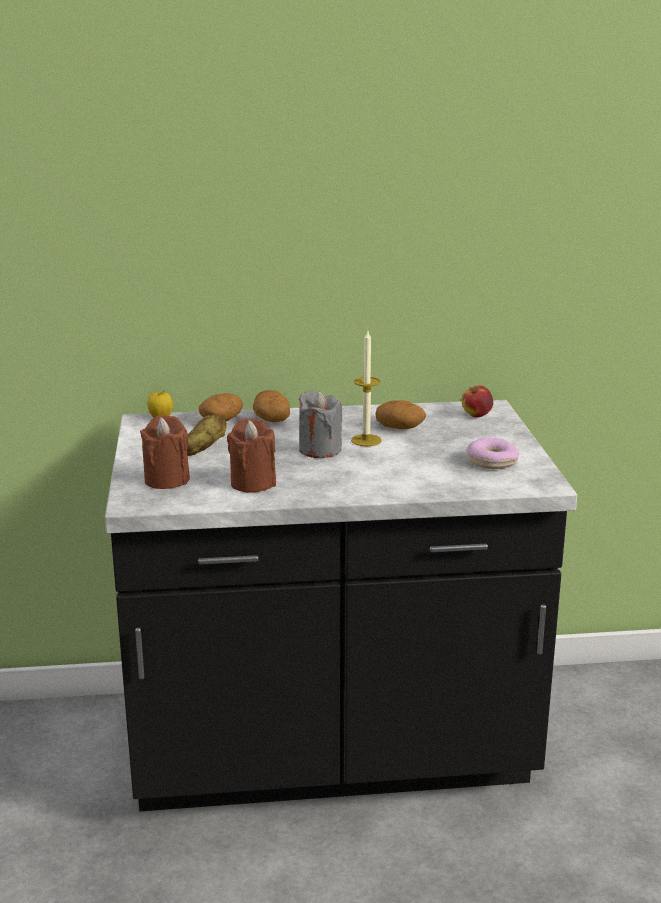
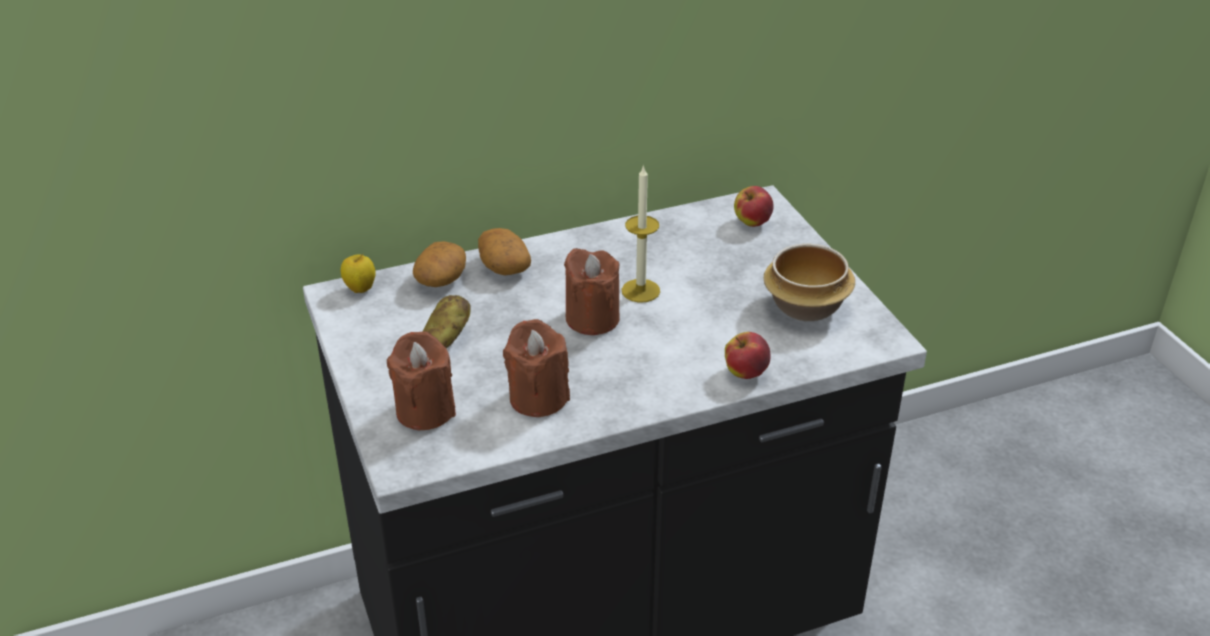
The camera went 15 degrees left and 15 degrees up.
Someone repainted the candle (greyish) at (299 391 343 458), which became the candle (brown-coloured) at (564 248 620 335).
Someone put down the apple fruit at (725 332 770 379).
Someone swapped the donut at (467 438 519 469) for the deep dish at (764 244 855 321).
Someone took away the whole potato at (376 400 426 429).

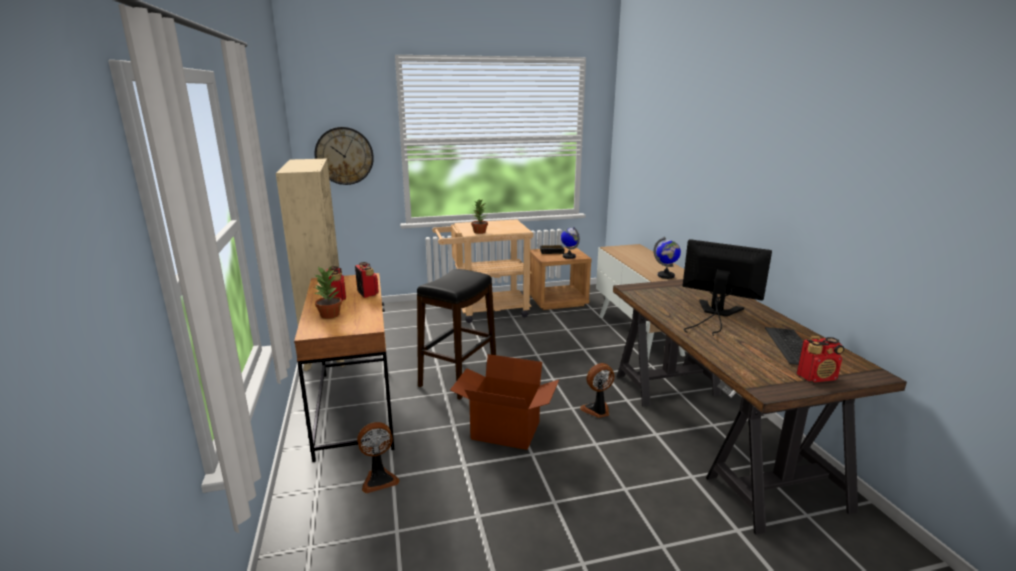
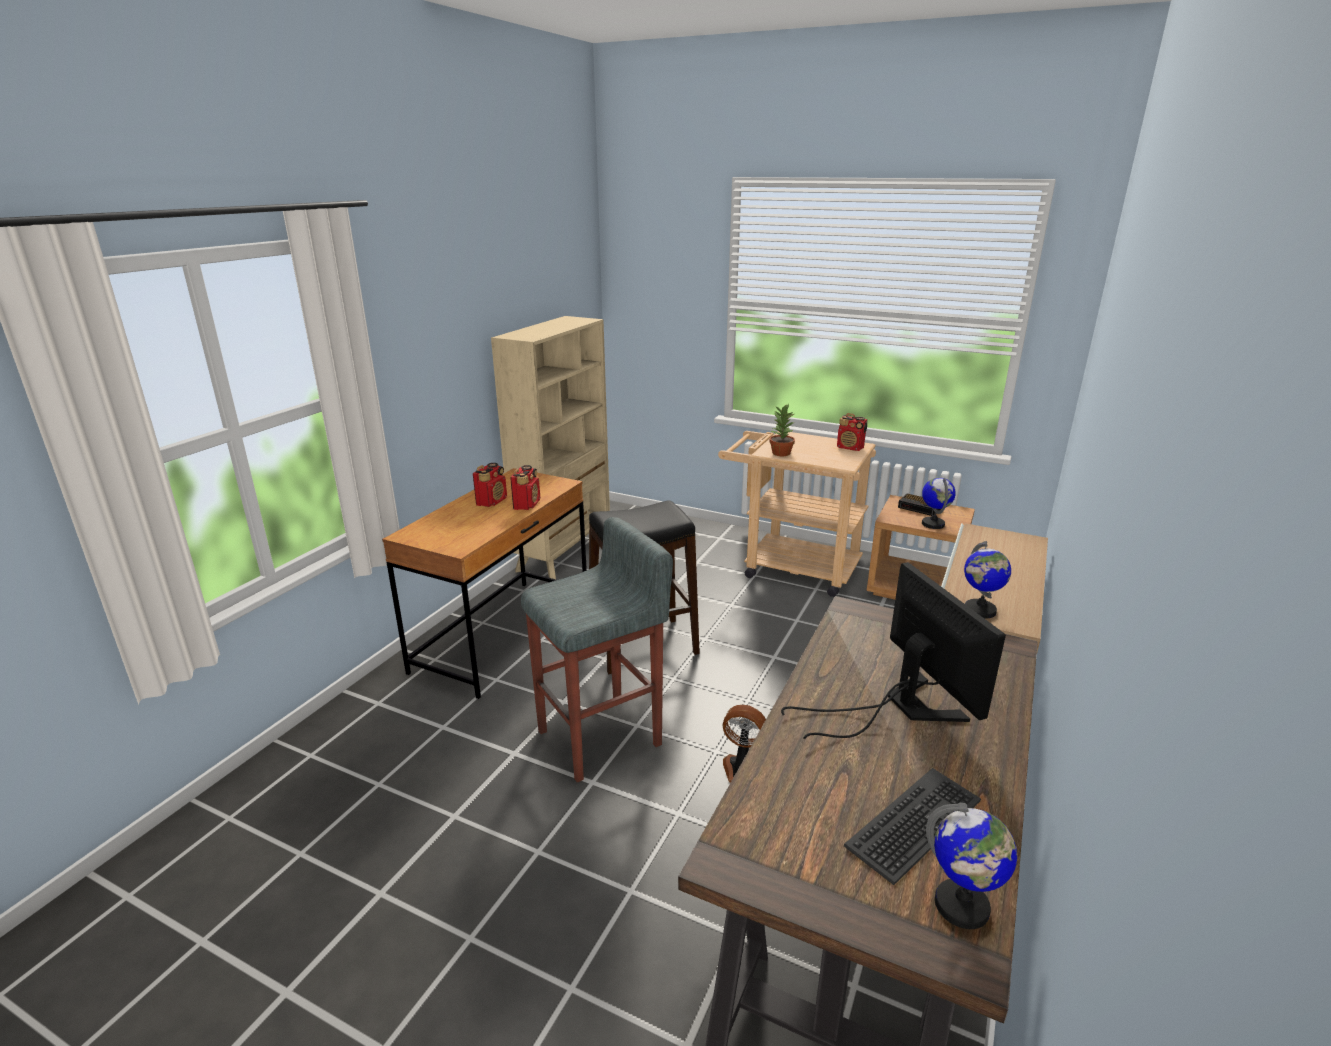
The camera went 40 degrees right and 5 degrees up.
Someone swapped the cardboard box at (450 354 559 450) for the stool (greyish) at (521 517 673 783).
Someone carried the radio from (797 336 844 382) to (837 413 867 451).
Someone put down the desk globe at (926 803 1017 929).
Someone took away the hanging clock at (314 127 374 185).
Someone took away the potted plant at (314 267 342 319).
Someone took away the fan at (357 422 400 494).

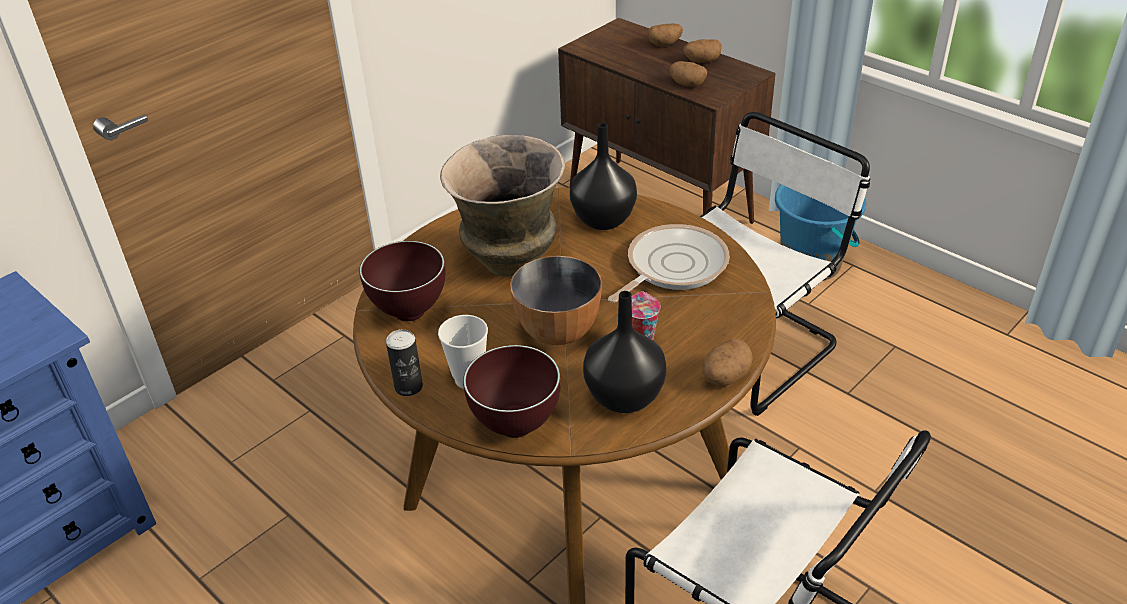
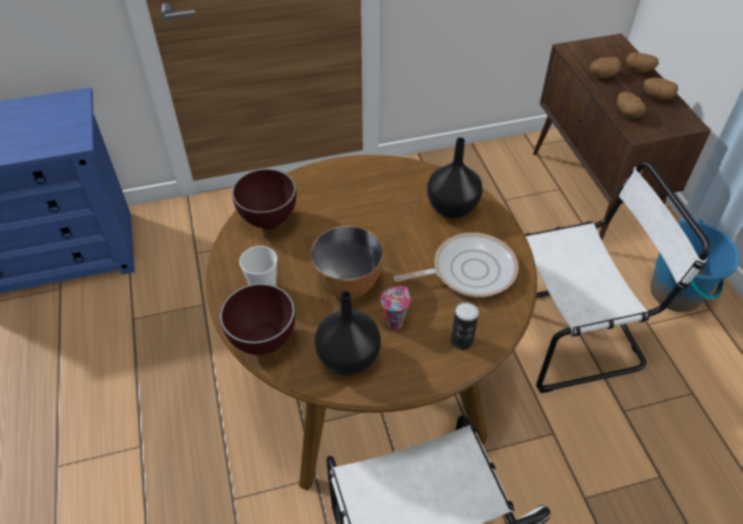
The camera went 30 degrees right and 10 degrees up.
Someone carried the sealed can from (386 329 423 396) to (451 302 479 350).
Someone carried the whole potato from (703 338 753 387) to (590 57 621 78).
Someone took away the vase at (440 135 565 277).

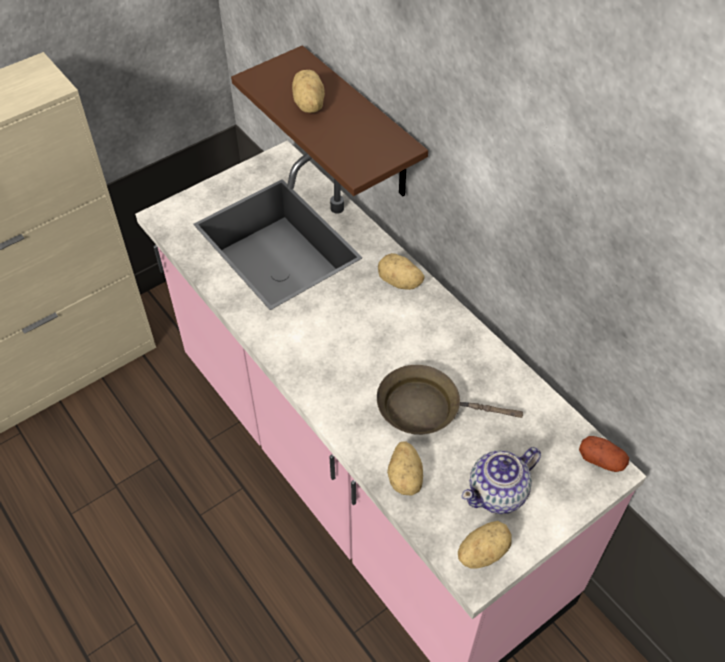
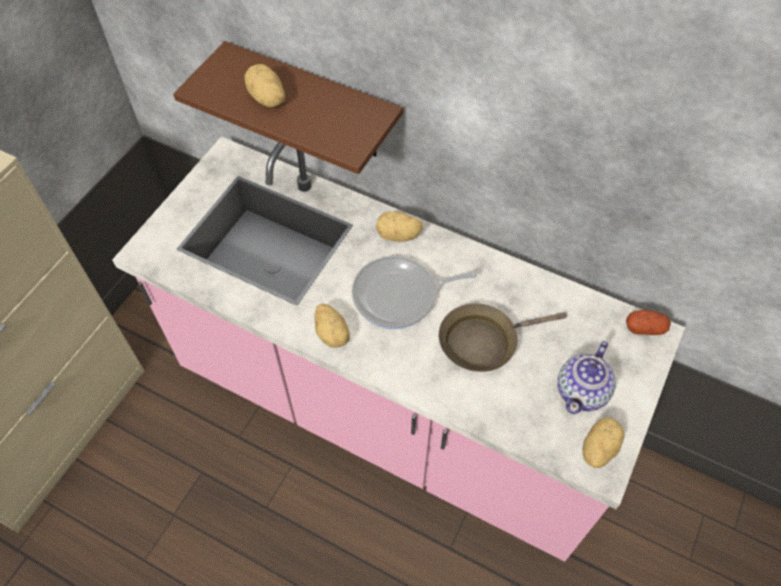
The camera went 25 degrees left and 5 degrees up.
Someone carried the whole potato from (387 441 423 496) to (315 304 350 348).
Someone put down the frying pan at (352 256 477 329).

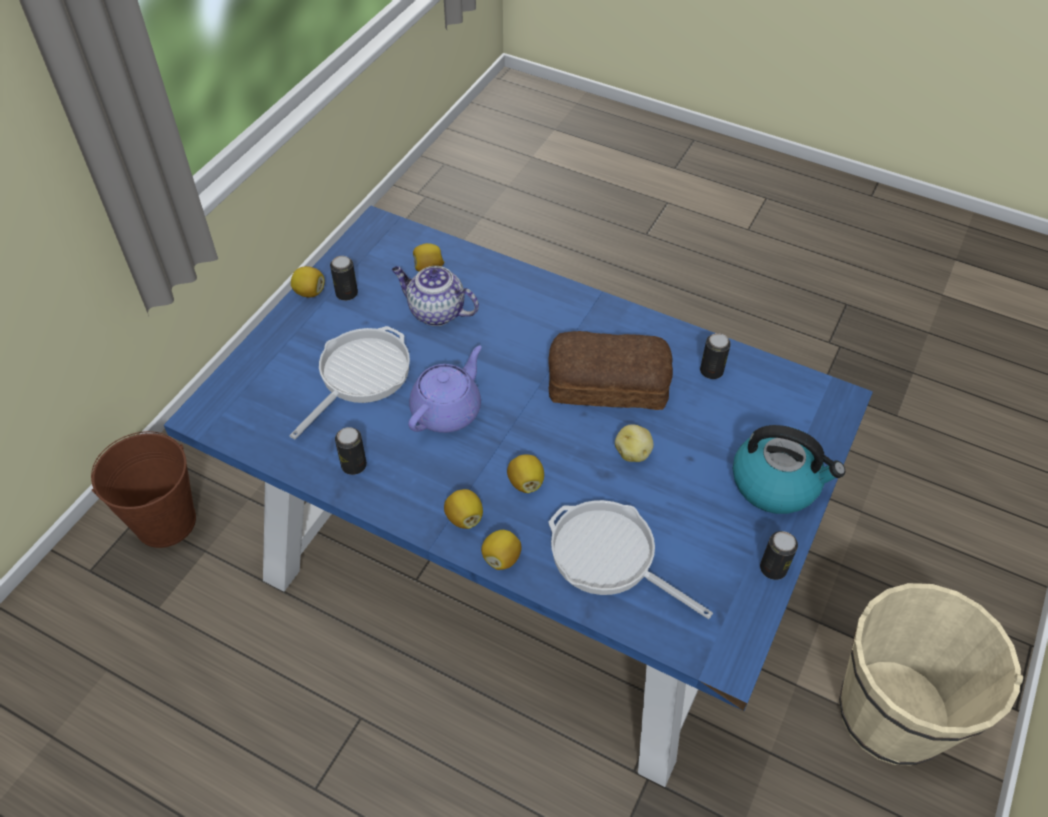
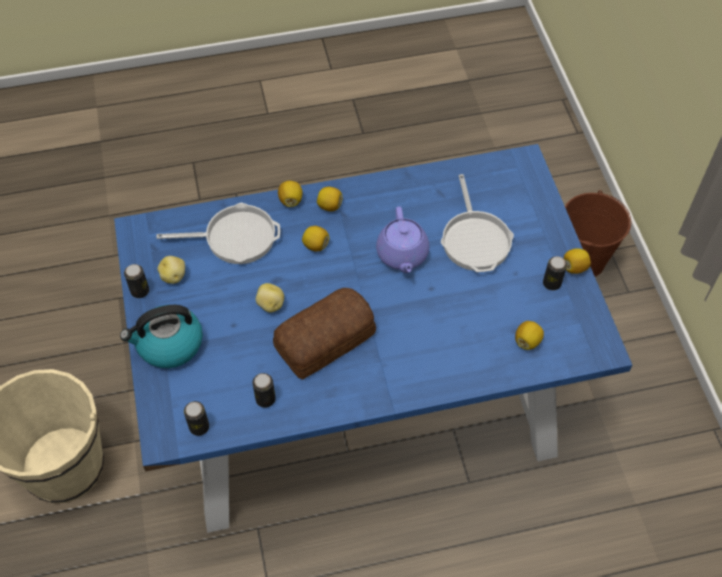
The camera went 140 degrees right and 5 degrees up.
Someone put down the whole potato at (157 256 185 284).
Someone carried the sealed can from (335 427 367 475) to (184 401 209 436).
Someone took away the pot for tea at (392 266 479 326).

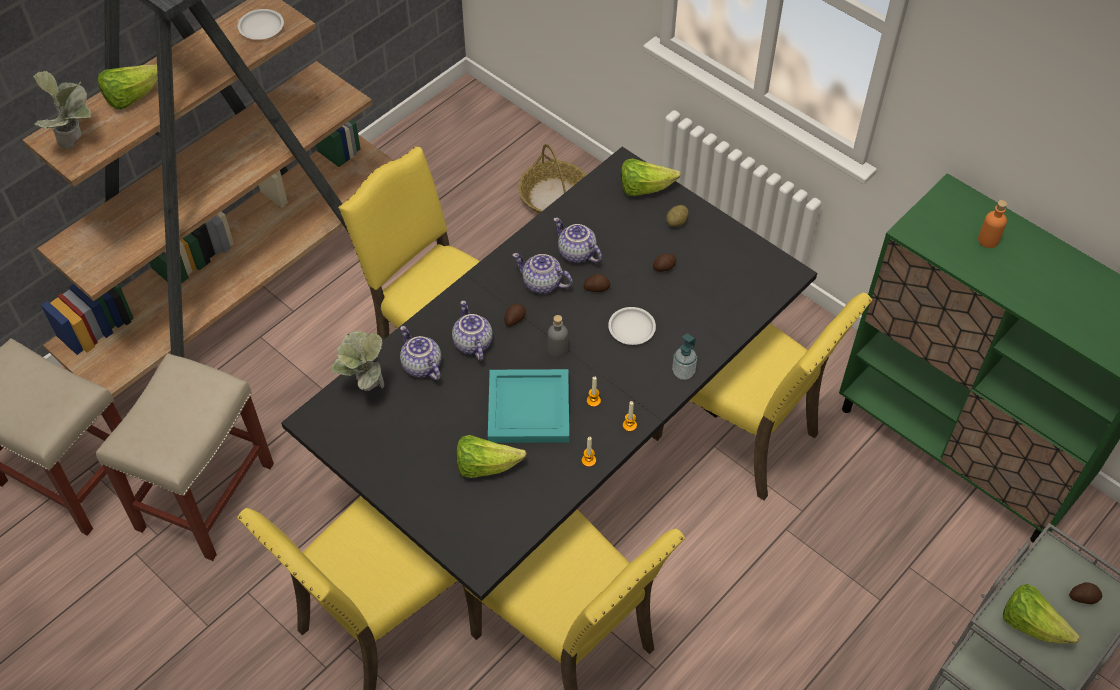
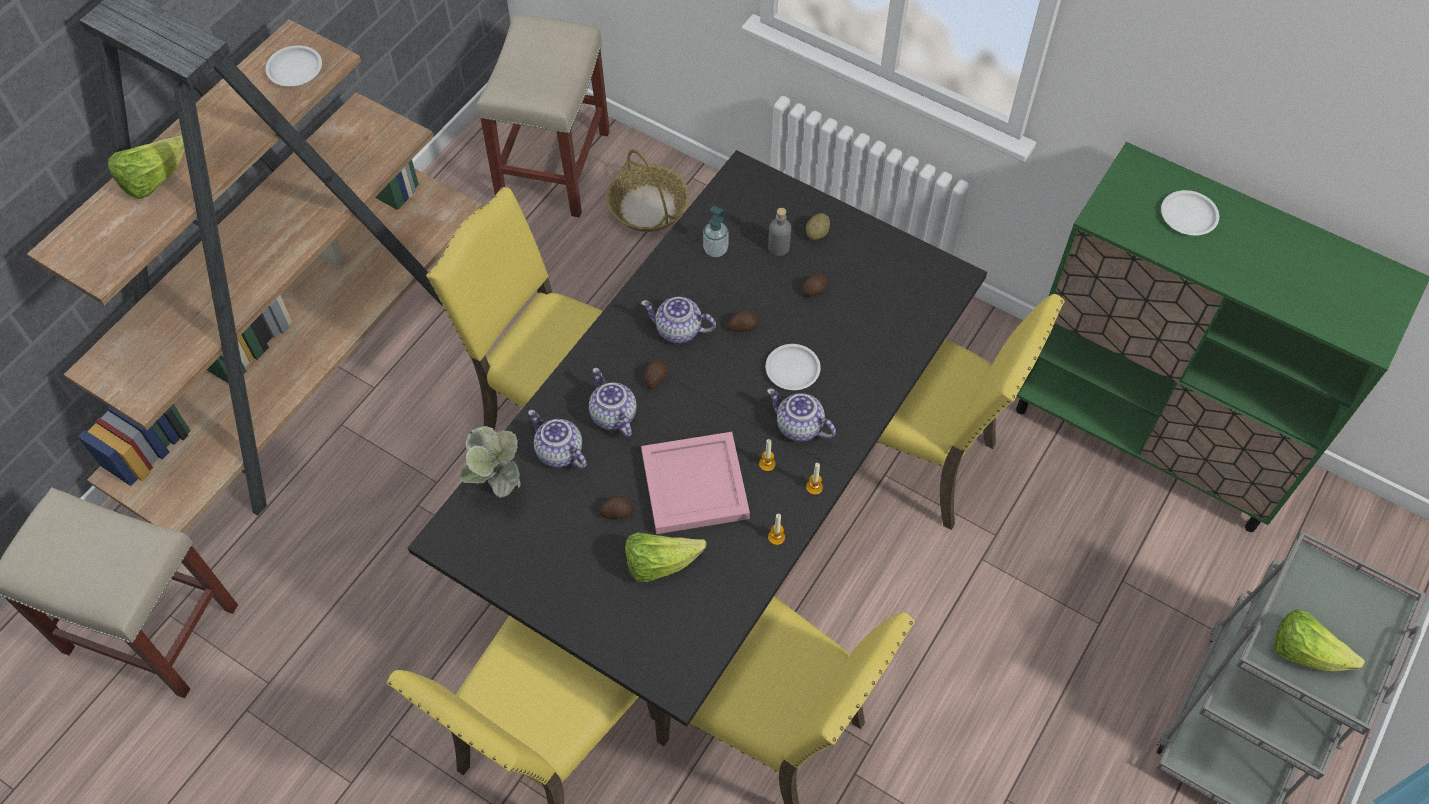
The camera went 10 degrees left and 5 degrees up.
Someone carried the stool (beige-coloured) from (96 353 274 561) to (477 15 610 218).
Someone carried the whole potato from (1069 582 1102 604) to (600 496 634 519).
Someone repainted the tray (blue-green) at (488 369 569 443), which became the tray (pink) at (641 432 750 534).
Someone carried the soap bottle from (672 333 697 380) to (703 205 729 257).
Someone carried the pot for tea from (554 218 602 263) to (767 388 836 442).
Someone carried the beverage bottle (greyish) from (548 315 568 358) to (768 208 791 256).
Someone swapped the beverage bottle (orange) at (978 200 1007 248) for the dinner plate (whitish) at (1161 190 1219 235).
Someone took away the potted plant at (33 71 91 149).
Someone took away the lettuce at (621 158 681 196).

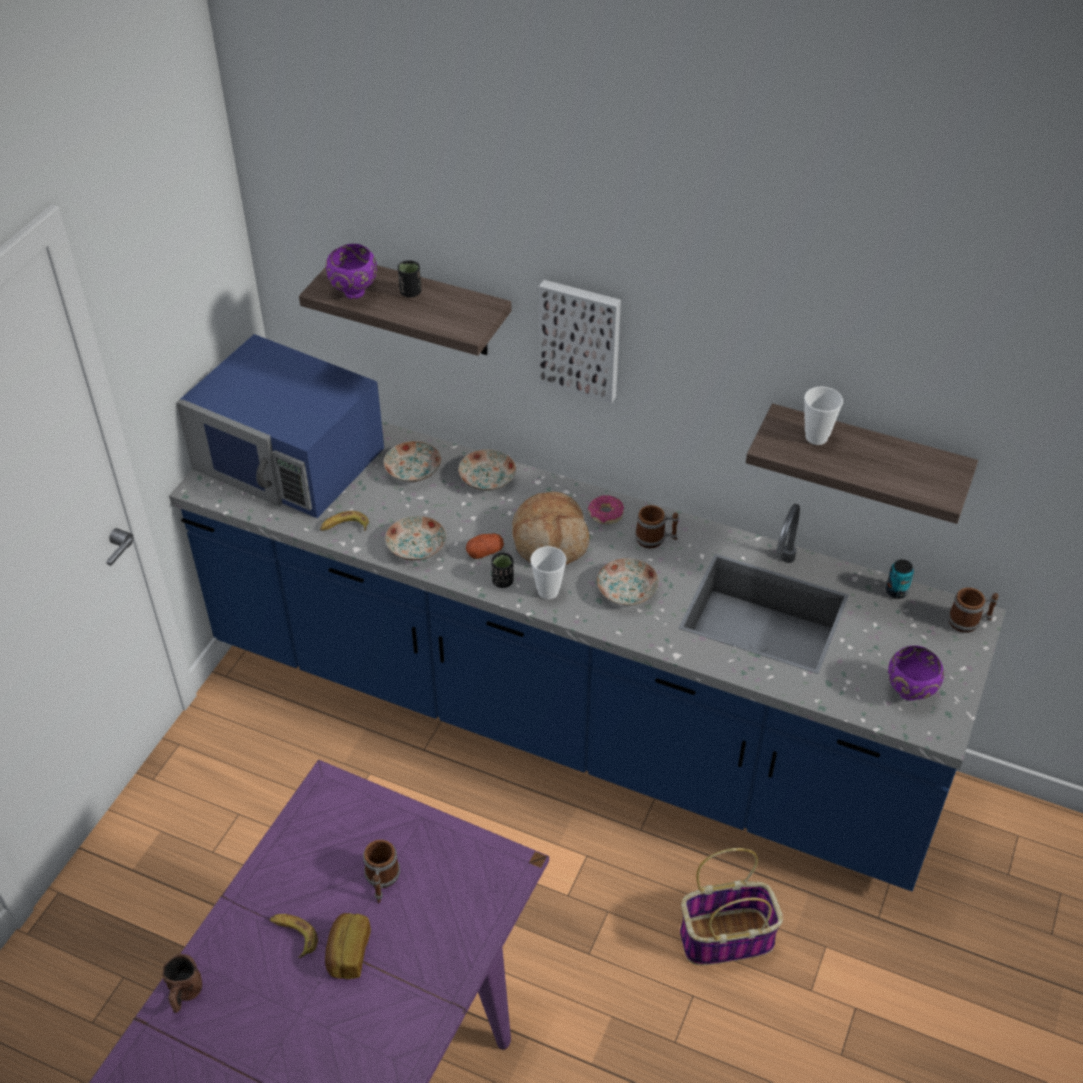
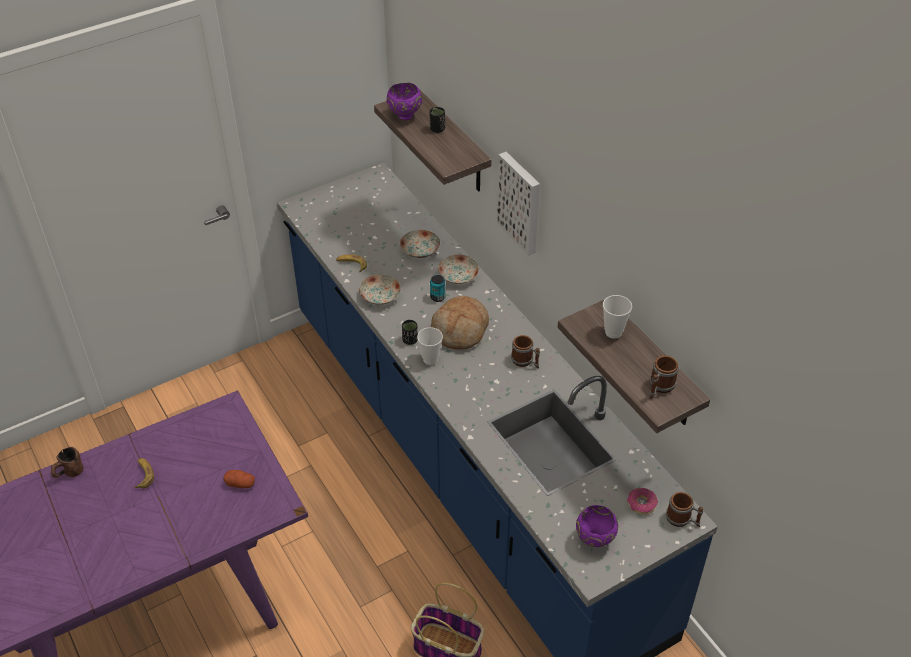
The camera went 35 degrees right and 0 degrees up.
Someone carried the whole potato from (466 534 504 559) to (223 470 255 488).
Someone carried the sealed can from (886 559 914 599) to (430 275 445 302).
Someone carried the donut from (588 495 624 524) to (627 488 658 515).
Someone carried the coffee mug from (363 839 400 903) to (650 356 679 399).
Someone took away the kitchen microwave (bluish) at (176 334 384 518).
Someone took away the baked bread at (325 913 371 979).
Someone took away the dinner plate at (597 558 659 606).

